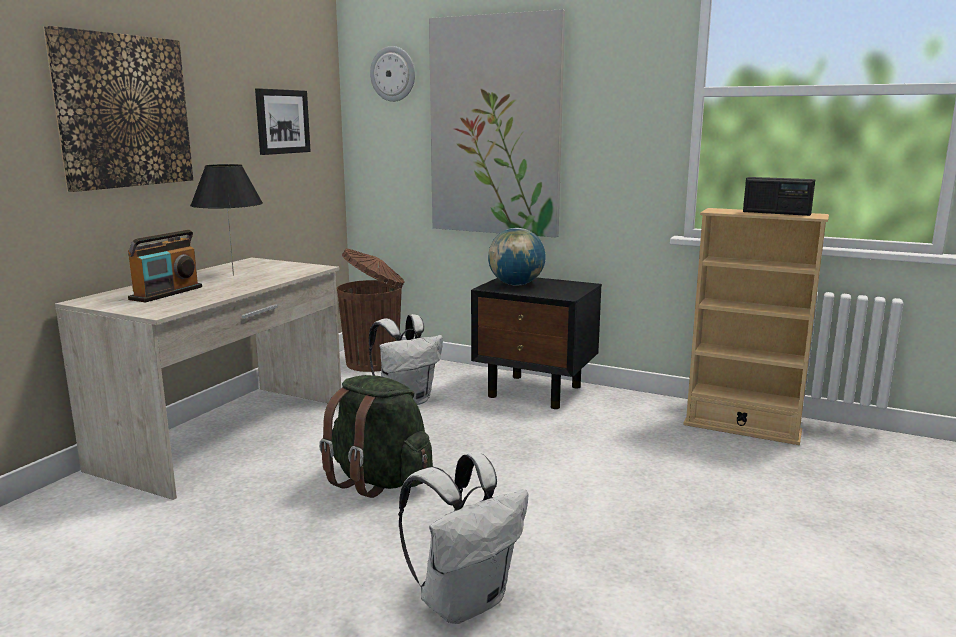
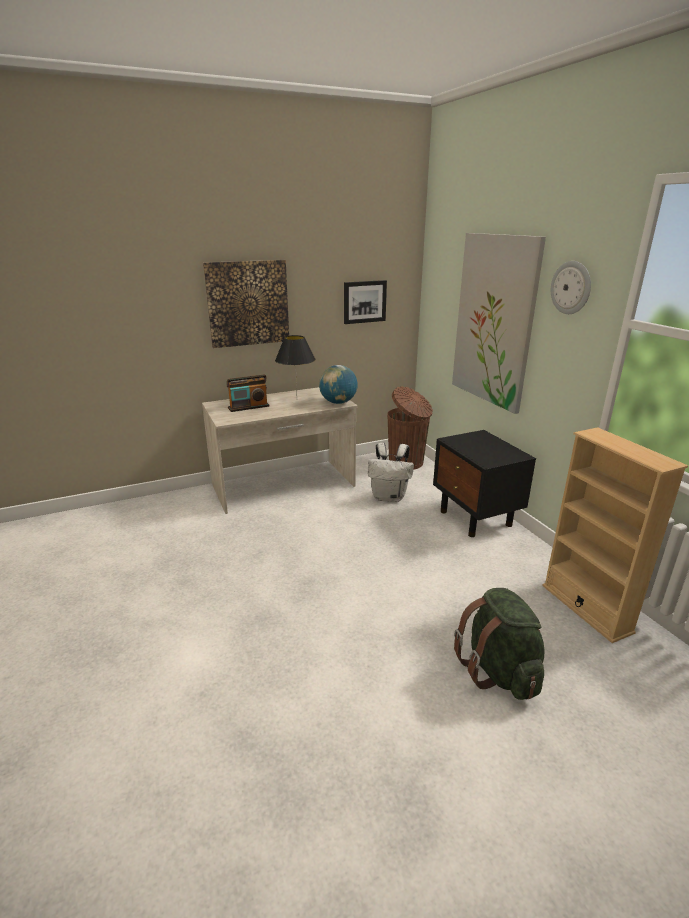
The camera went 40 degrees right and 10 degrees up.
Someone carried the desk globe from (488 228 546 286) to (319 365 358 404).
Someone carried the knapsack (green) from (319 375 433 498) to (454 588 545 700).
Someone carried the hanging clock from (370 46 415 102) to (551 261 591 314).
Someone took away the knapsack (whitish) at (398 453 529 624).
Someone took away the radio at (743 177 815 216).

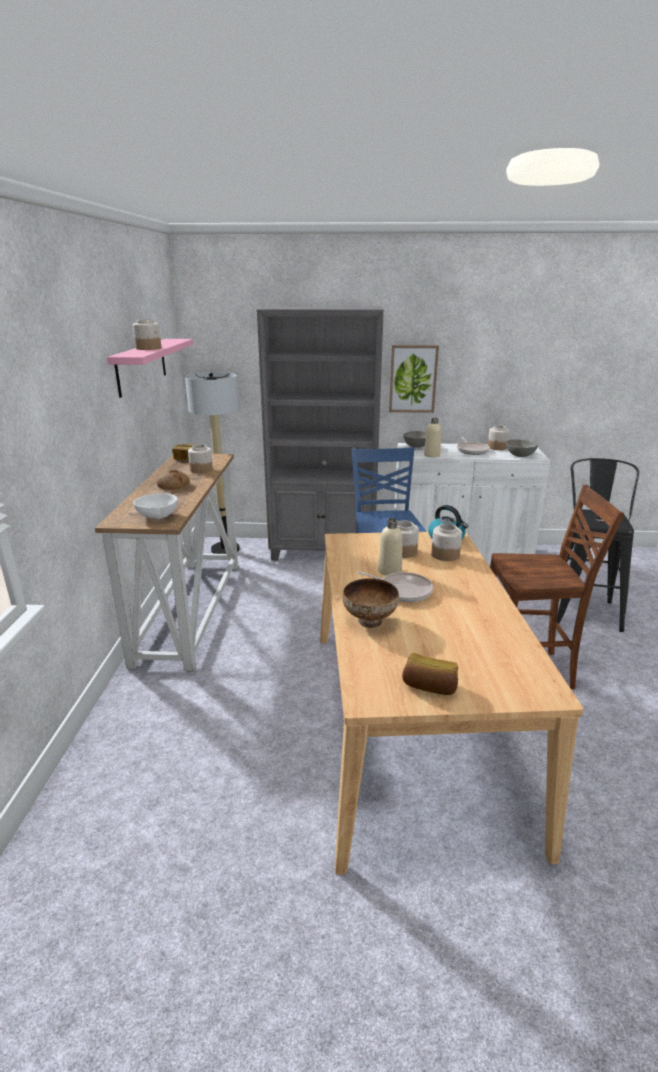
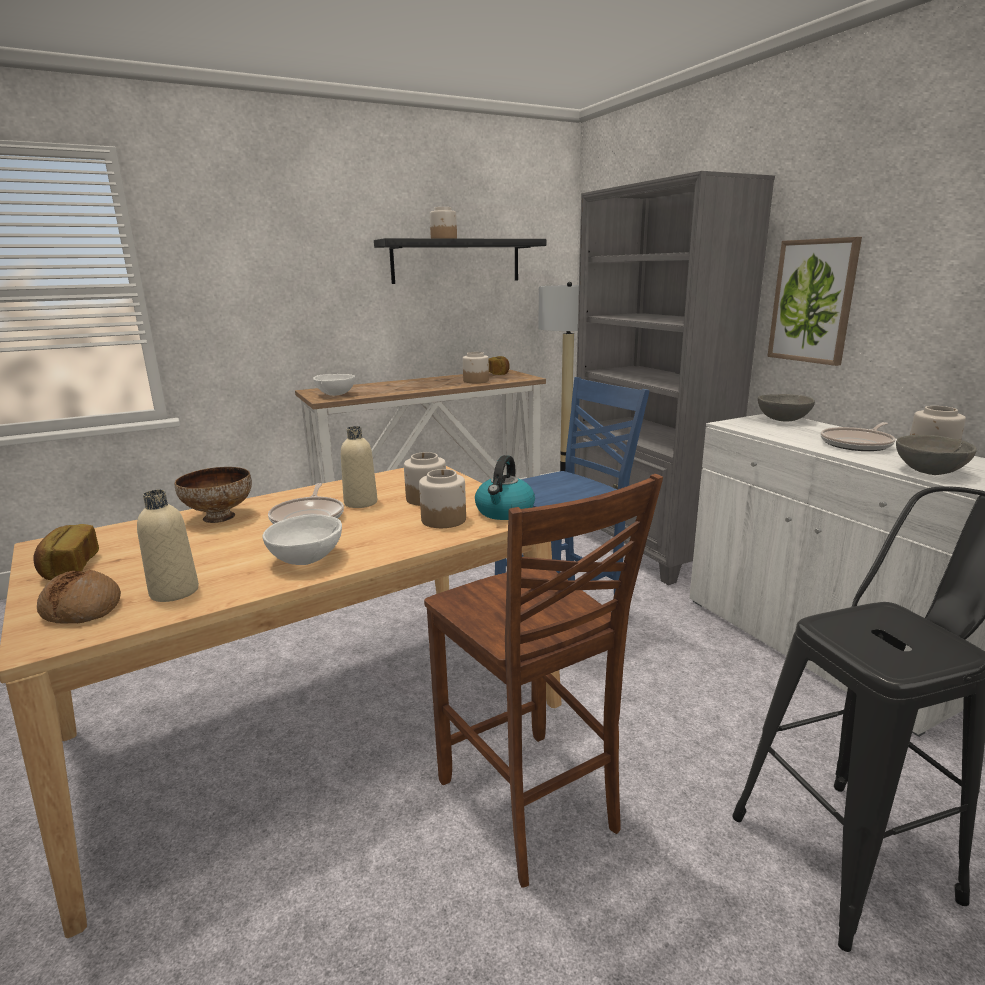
The camera went 60 degrees right and 5 degrees down.
Someone carried the baked bread from (157 469 190 490) to (37 570 121 623).
Someone carried the beverage bottle (beige-coloured) from (424 418 441 458) to (137 490 199 602).
Someone put down the deep dish (whitish) at (262 514 342 565).
Someone repainted the bracket shelf (pink) at (107 339 193 398), which became the bracket shelf (black-coloured) at (374 238 546 284).

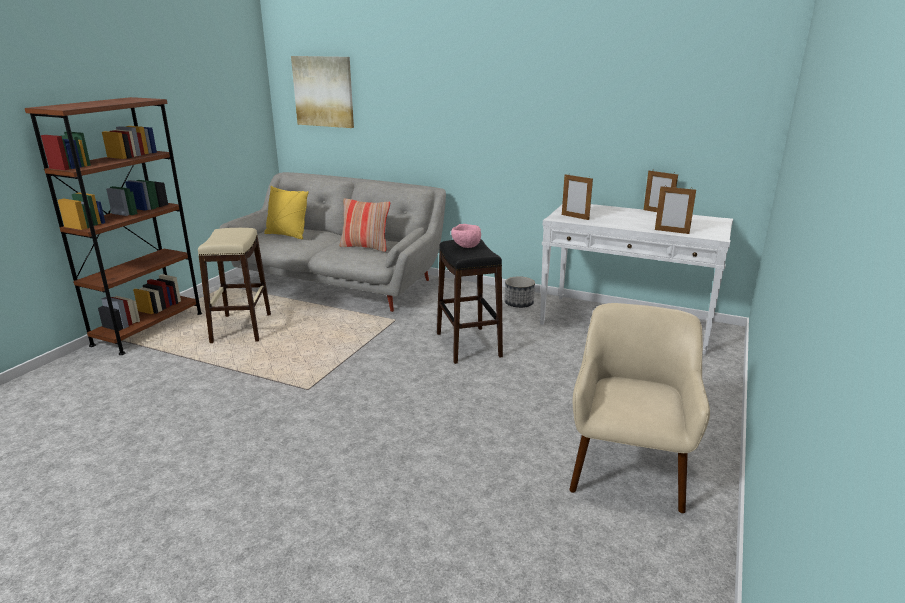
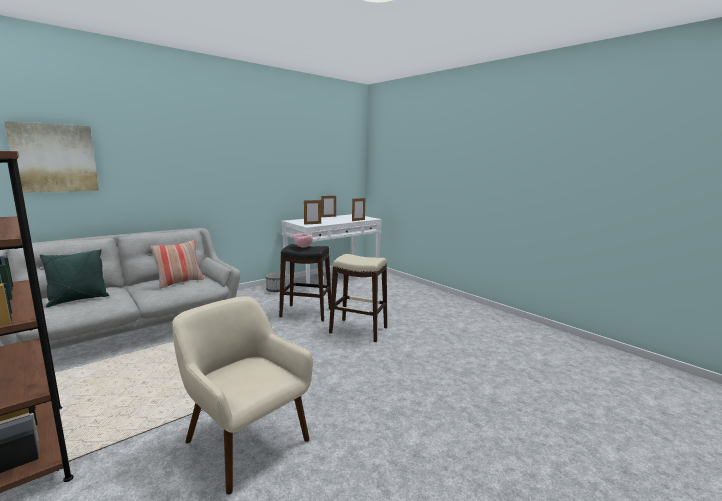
The camera went 65 degrees left and 10 degrees down.
Someone repainted the throw pillow (yellowish) at (264 186 309 239), which became the throw pillow (green) at (40 249 109 307).
Someone carried the lounge chair (beige-coloured) from (569 303 710 513) to (172 296 313 495).
Someone carried the stool (beige-coloured) from (198 228 271 343) to (329 254 387 342).

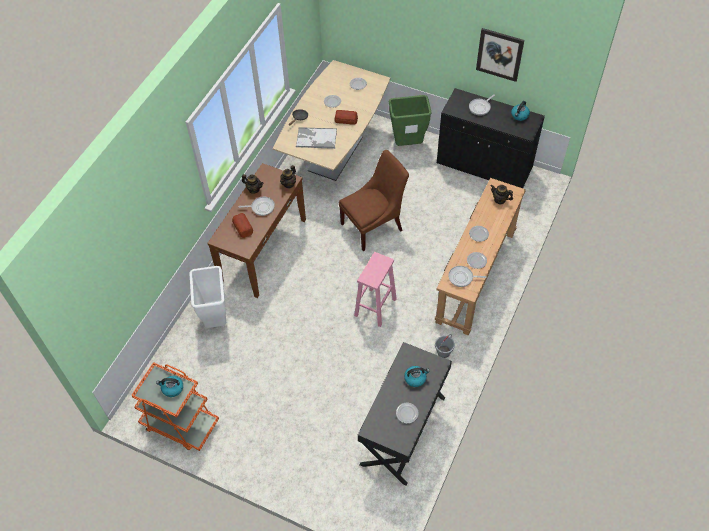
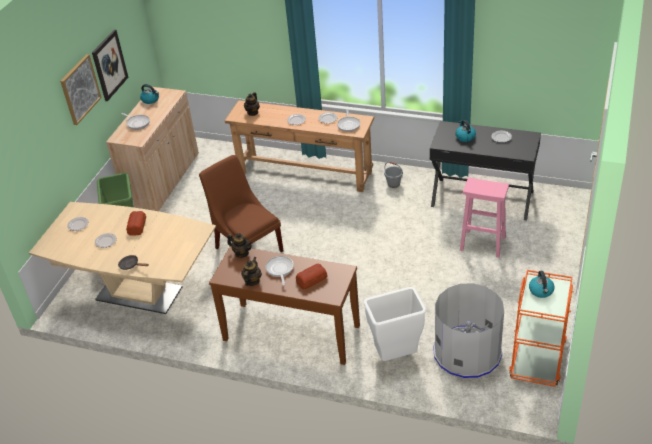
The camera went 95 degrees left and 15 degrees down.
Someone put up the picture at (60 54 102 125).
Someone repainted the cupboard (black-coloured) at (437 88 545 188), which became the cupboard (beige-coloured) at (106 87 199 211).
Someone put down the rubbish bin (greyish) at (433 283 504 379).
Someone carried the stool (pink) from (354 252 397 327) to (460 177 509 258).
Someone took away the tray at (296 127 337 149).

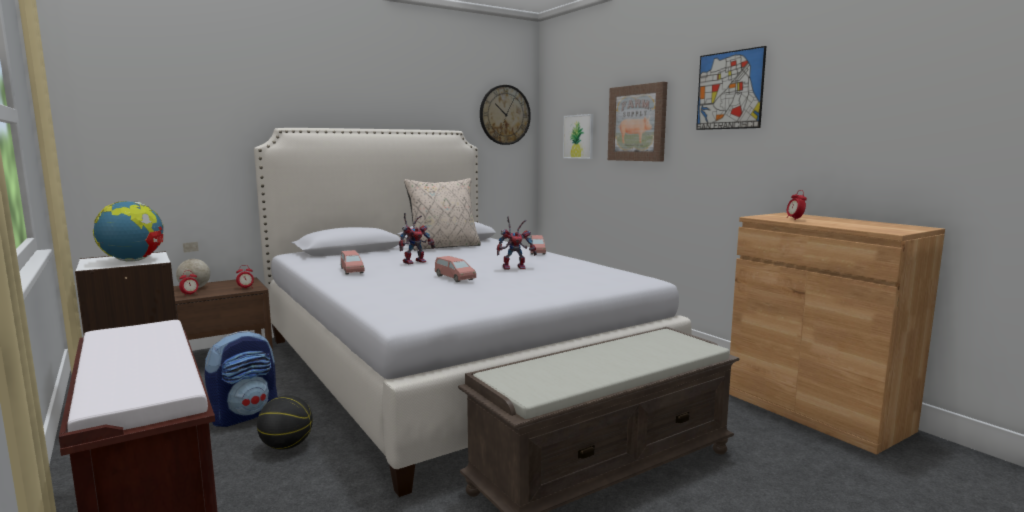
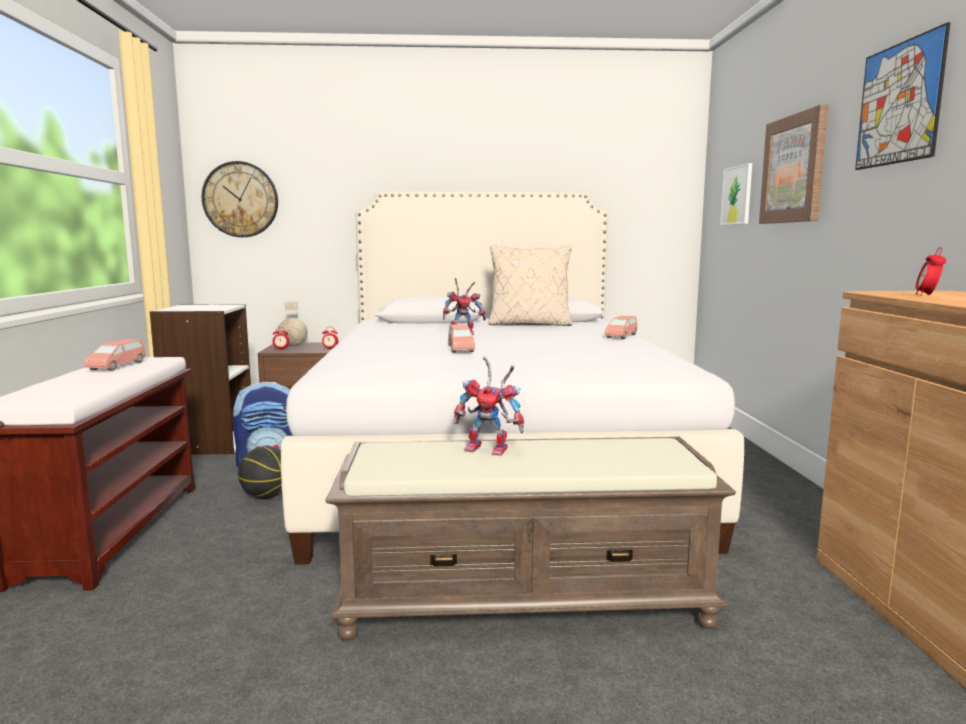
The camera went 30 degrees right and 0 degrees up.
Someone carried the miniature car (pink) from (341 250 365 275) to (84 339 146 370).
Someone carried the hanging clock from (480 85 531 145) to (202 161 278 237).
Someone carried the model robot from (497 216 537 270) to (453 356 524 456).
Someone took away the desk globe at (93 201 164 262).

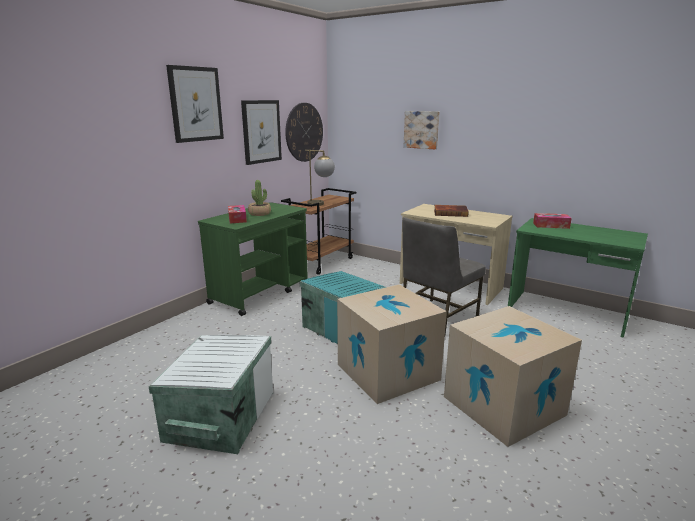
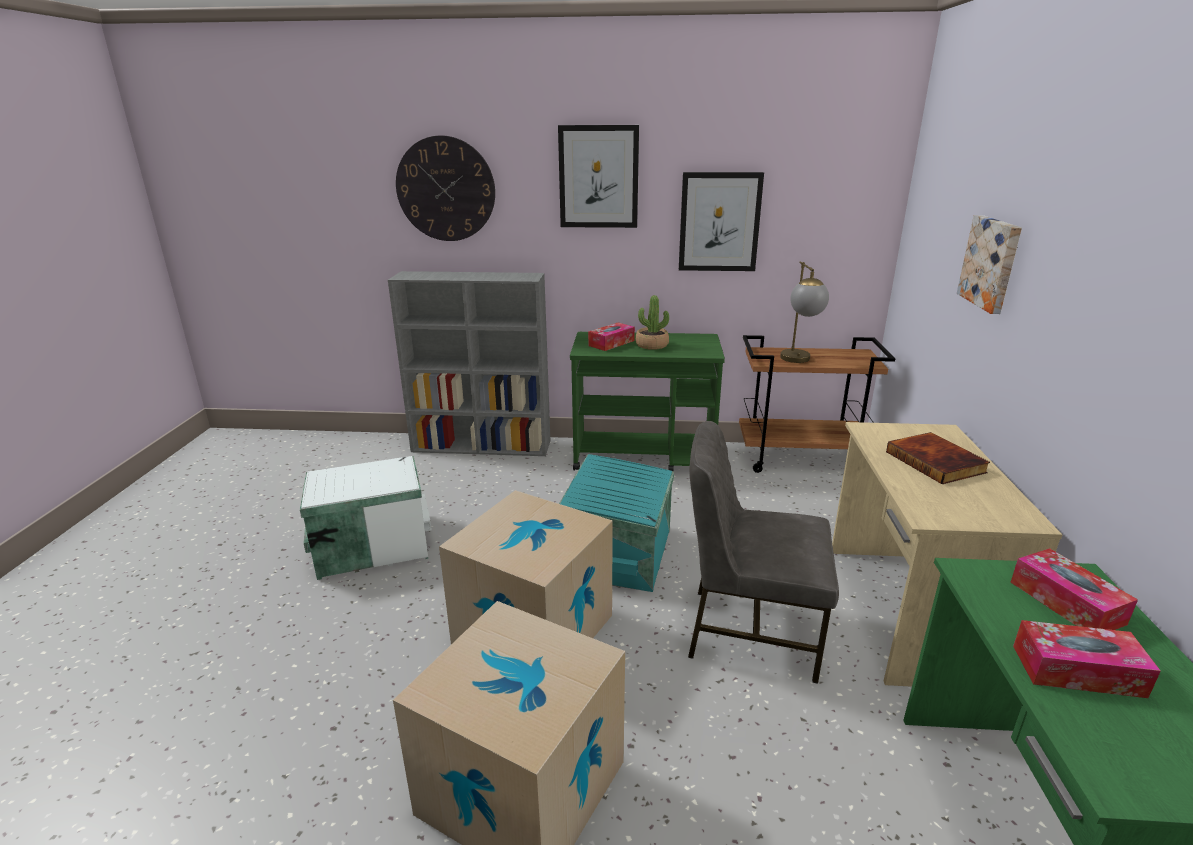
The camera went 60 degrees right and 5 degrees up.
Someone put down the bookshelf (greyish) at (388 271 551 456).
Someone carried the hanging clock from (285 103 323 162) to (396 135 495 241).
Someone put down the box of tissues at (1013 620 1161 698).

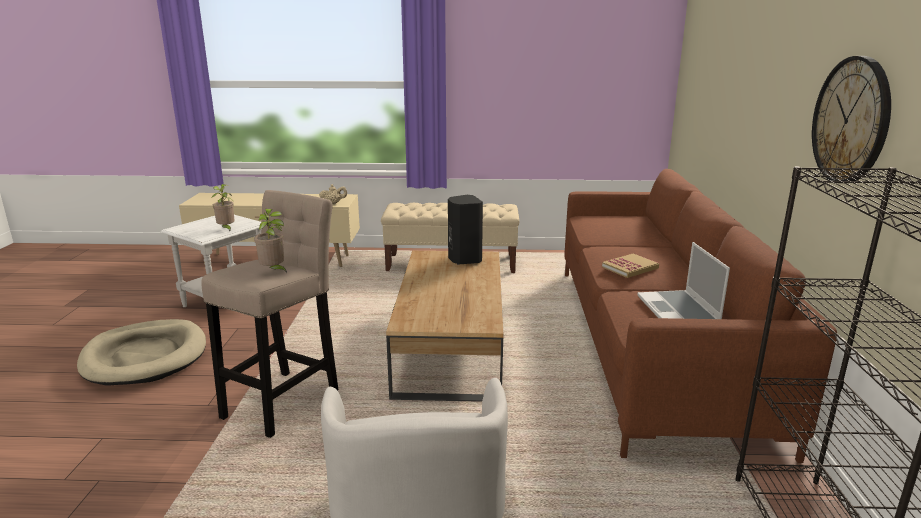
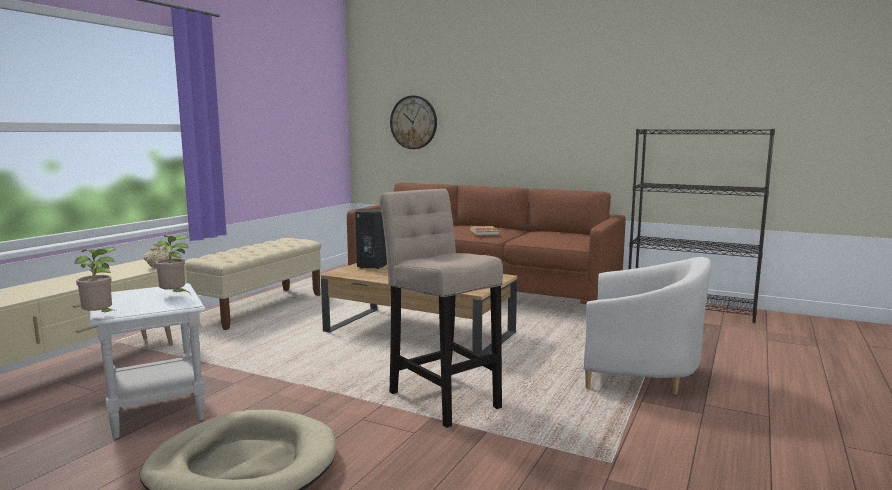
The camera went 65 degrees left and 10 degrees down.
Someone carried the potted plant from (254 209 287 273) to (75 247 118 312).
Someone carried the hanging clock from (812 56 891 181) to (390 95 437 149).
Someone took away the notebook computer at (637 242 730 319).

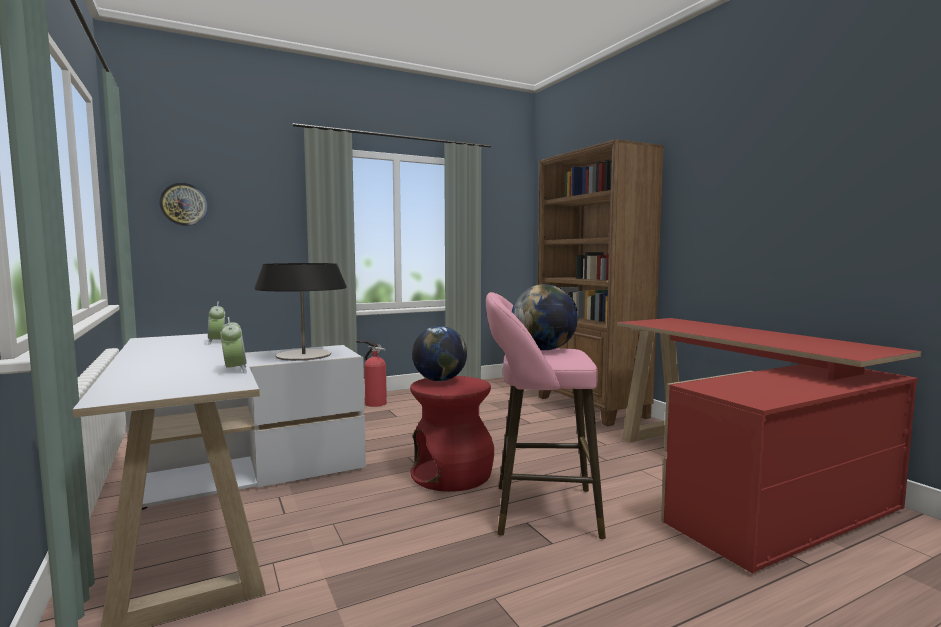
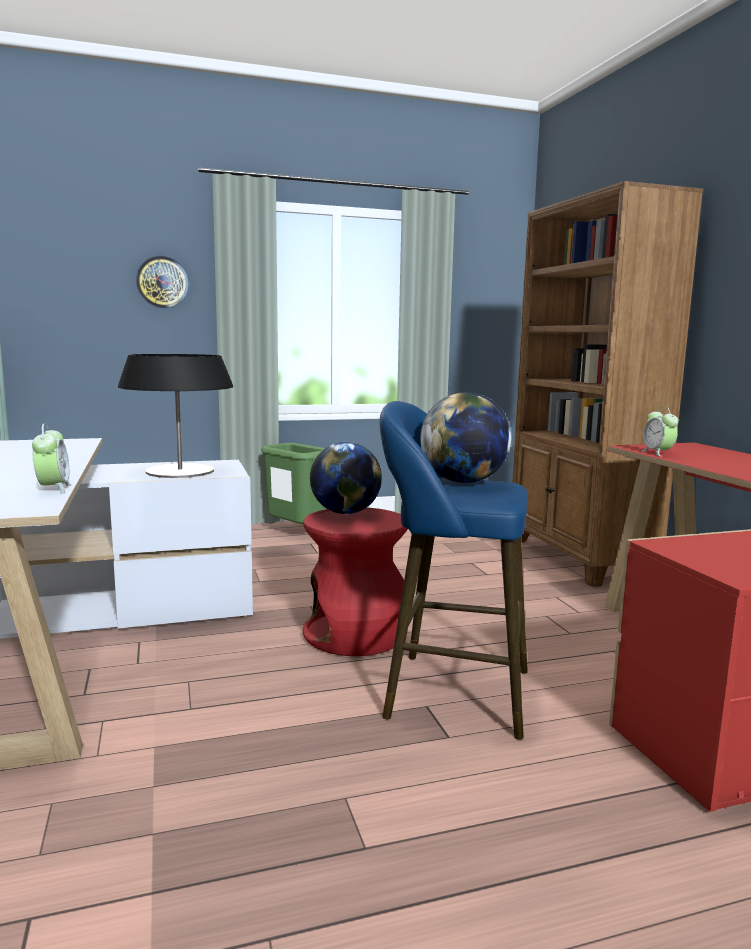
The camera went 10 degrees right and 5 degrees up.
Someone carried the hanging clock from (159 183 208 226) to (136 256 189 308).
Someone swapped the fire extinguisher at (356 340 387 407) for the rubbish bin (green) at (261 443 326 524).
Someone repainted the stool (pink) at (486 292 606 539), which became the stool (bluish) at (379 401 528 740).
Someone carried the table clock from (208 302 225 345) to (642 407 678 456).

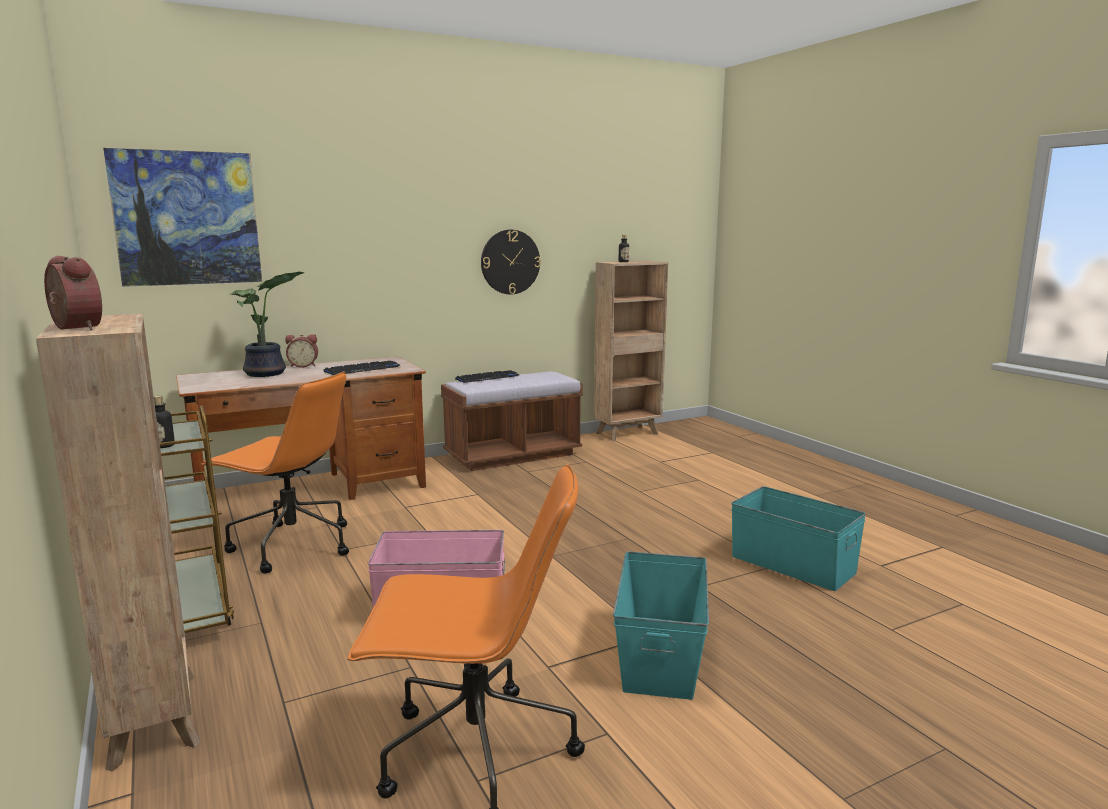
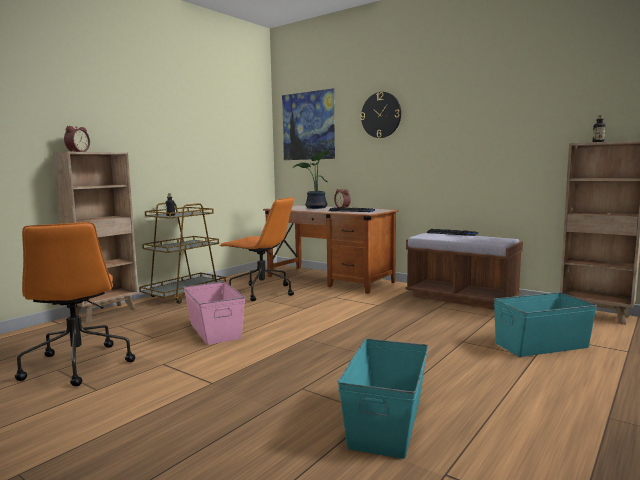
The camera went 65 degrees right and 5 degrees down.
Someone rotated the computer chair (orange) at (201 371 349 574) by 60 degrees counterclockwise.
Someone carried the hanging clock from (481 230 541 295) to (361 92 401 138).
Someone carried the storage bin (blue-green) from (613 551 709 700) to (494 292 597 357).

